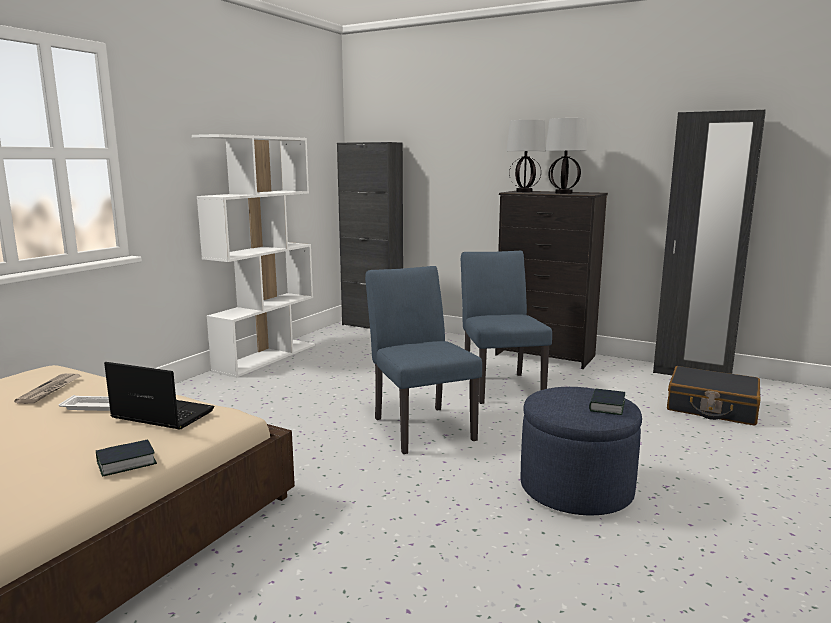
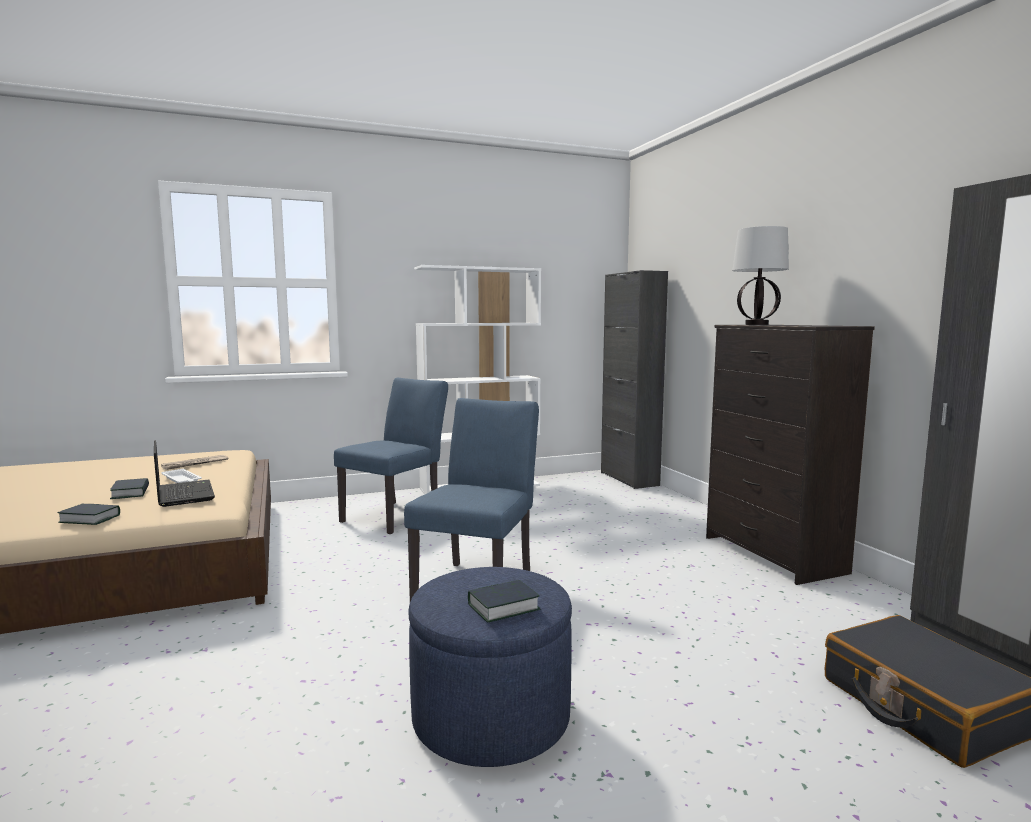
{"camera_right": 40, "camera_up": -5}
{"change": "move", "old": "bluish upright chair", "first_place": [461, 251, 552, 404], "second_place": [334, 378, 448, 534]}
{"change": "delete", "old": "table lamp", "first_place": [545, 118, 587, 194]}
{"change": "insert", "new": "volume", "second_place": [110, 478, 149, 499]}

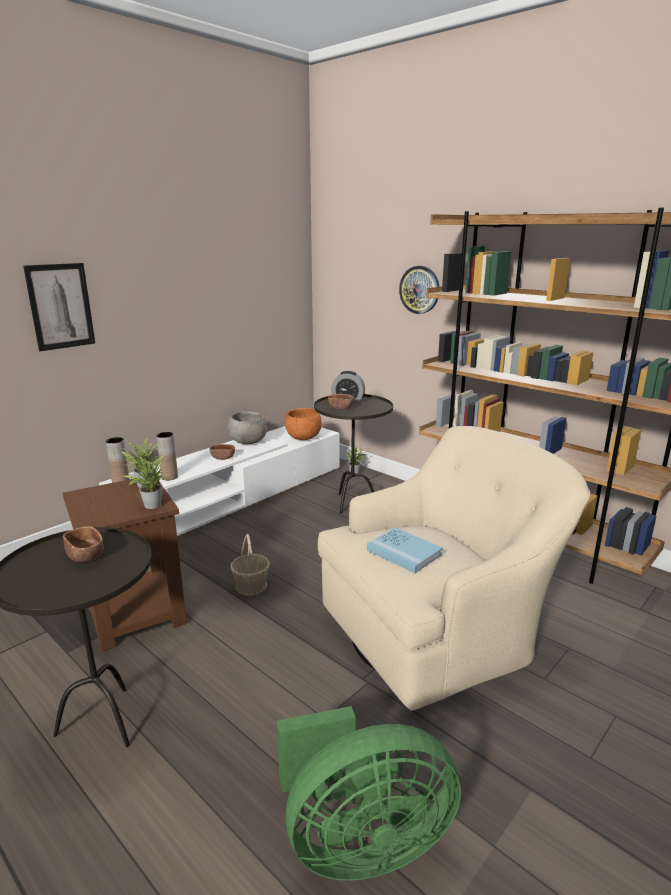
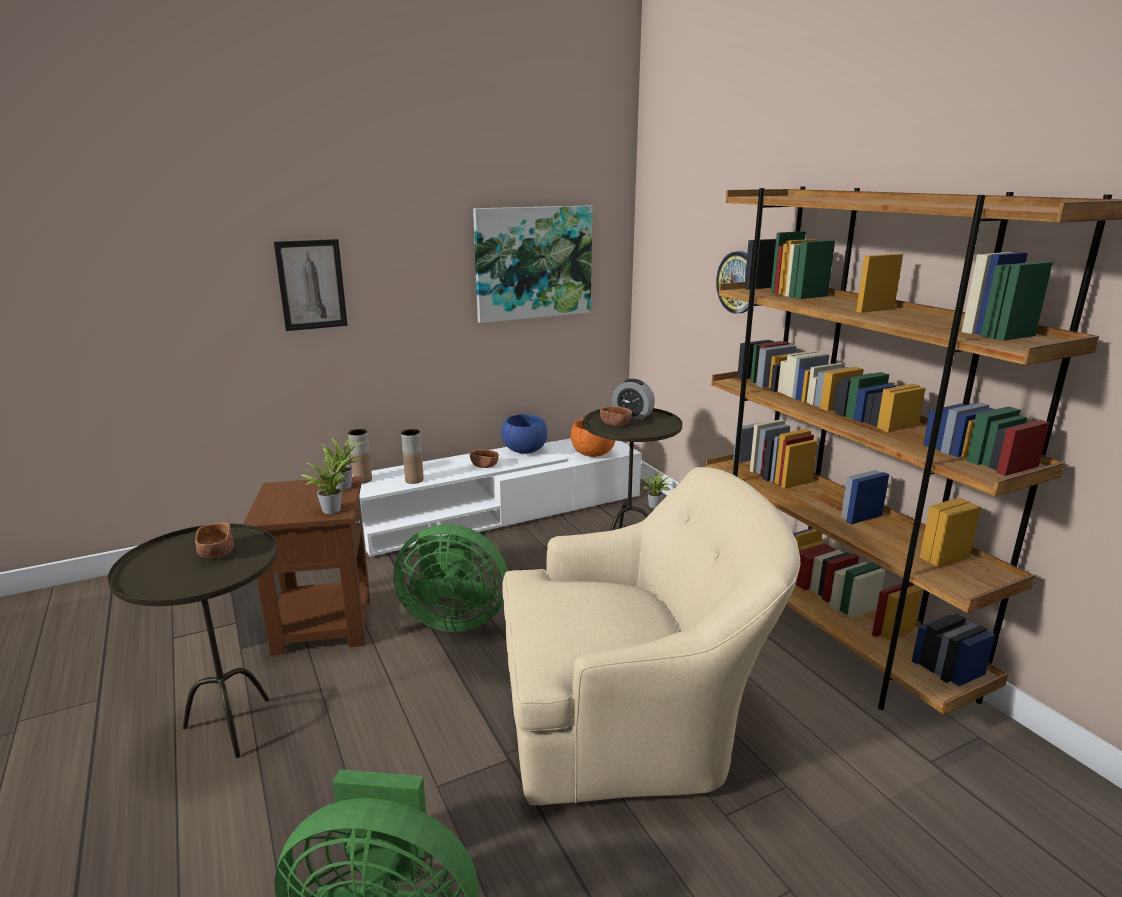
{"camera_right": 20, "camera_up": 0}
{"change": "recolor", "old": "grey deep dish", "new": "bluish deep dish", "first_place": [228, 412, 267, 444], "second_place": [501, 414, 547, 454]}
{"change": "replace", "old": "storage basket", "new": "green-coloured cooling fan", "first_place": [230, 534, 270, 596], "second_place": [394, 524, 508, 632]}
{"change": "delete", "old": "bluish volume", "first_place": [367, 527, 443, 573]}
{"change": "insert", "new": "wall picture", "second_place": [473, 206, 592, 323]}

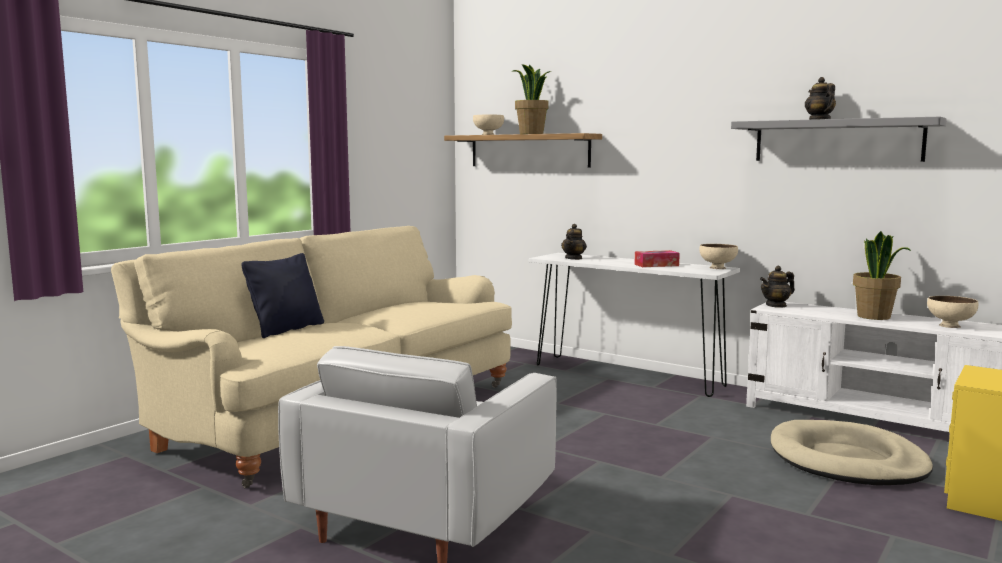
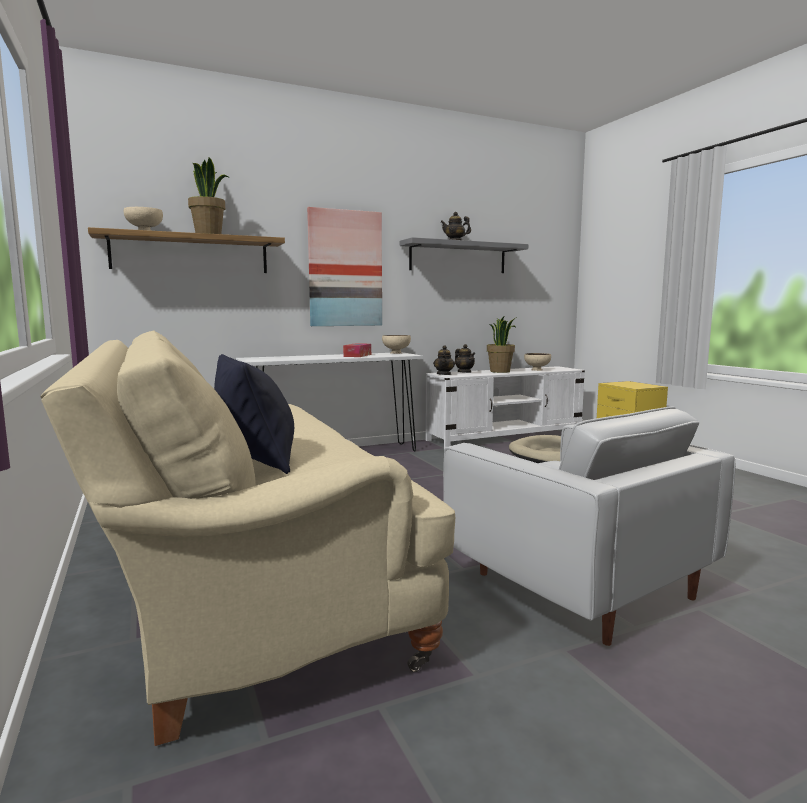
{"camera_right": -60, "camera_up": 0}
{"change": "move", "old": "pot for tea", "first_place": [561, 224, 587, 260], "second_place": [455, 344, 475, 373]}
{"change": "insert", "new": "wall picture", "second_place": [307, 207, 382, 326]}

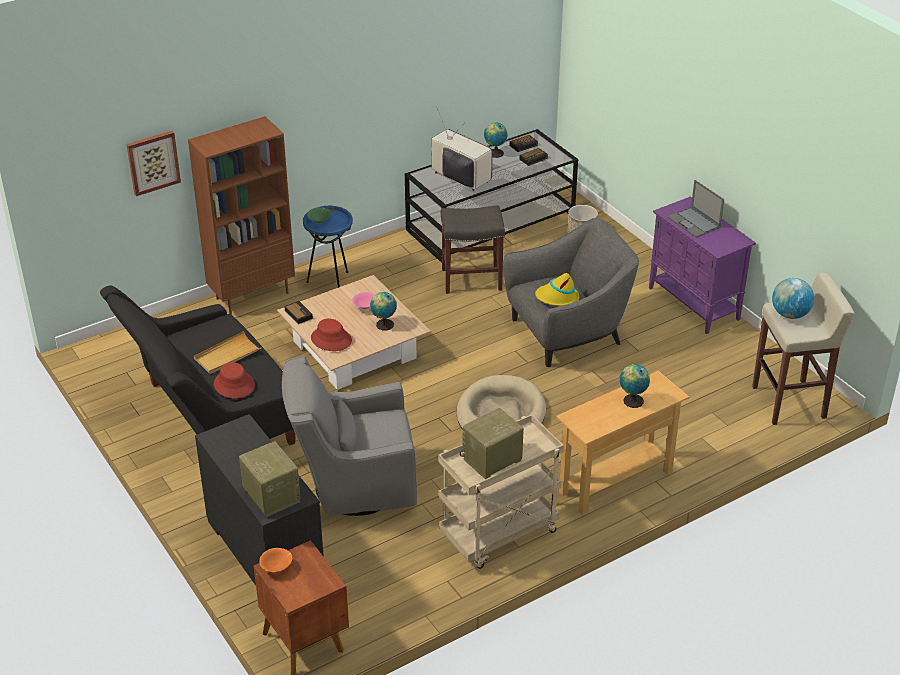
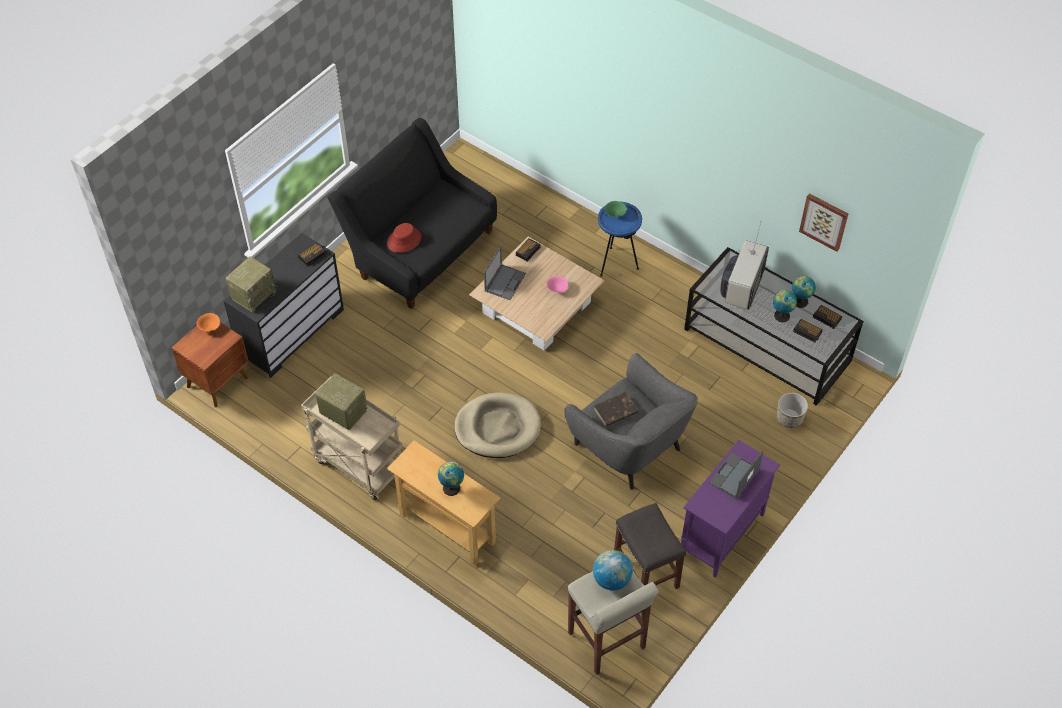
{"camera_right": 70, "camera_up": 15}
{"change": "move", "old": "wall picture", "first_place": [126, 131, 181, 196], "second_place": [799, 194, 848, 252]}
{"change": "delete", "old": "brownish bookshelf", "first_place": [188, 116, 295, 314]}
{"change": "delete", "old": "beige carrying tray", "first_place": [194, 331, 262, 374]}
{"change": "delete", "old": "grey easy chair", "first_place": [282, 356, 417, 516]}
{"change": "replace", "old": "reddish clothing hat", "new": "notebook computer", "first_place": [311, 318, 352, 351], "second_place": [484, 246, 526, 300]}
{"change": "move", "old": "desk globe", "first_place": [370, 292, 397, 331], "second_place": [773, 290, 797, 322]}
{"change": "move", "old": "grey sitting stool", "first_place": [441, 205, 505, 294], "second_place": [614, 503, 686, 589]}
{"change": "replace", "old": "yellow clothing hat", "new": "brownish volume", "first_place": [535, 273, 579, 306], "second_place": [594, 392, 638, 427]}
{"change": "insert", "new": "alarm clock", "second_place": [298, 243, 327, 266]}

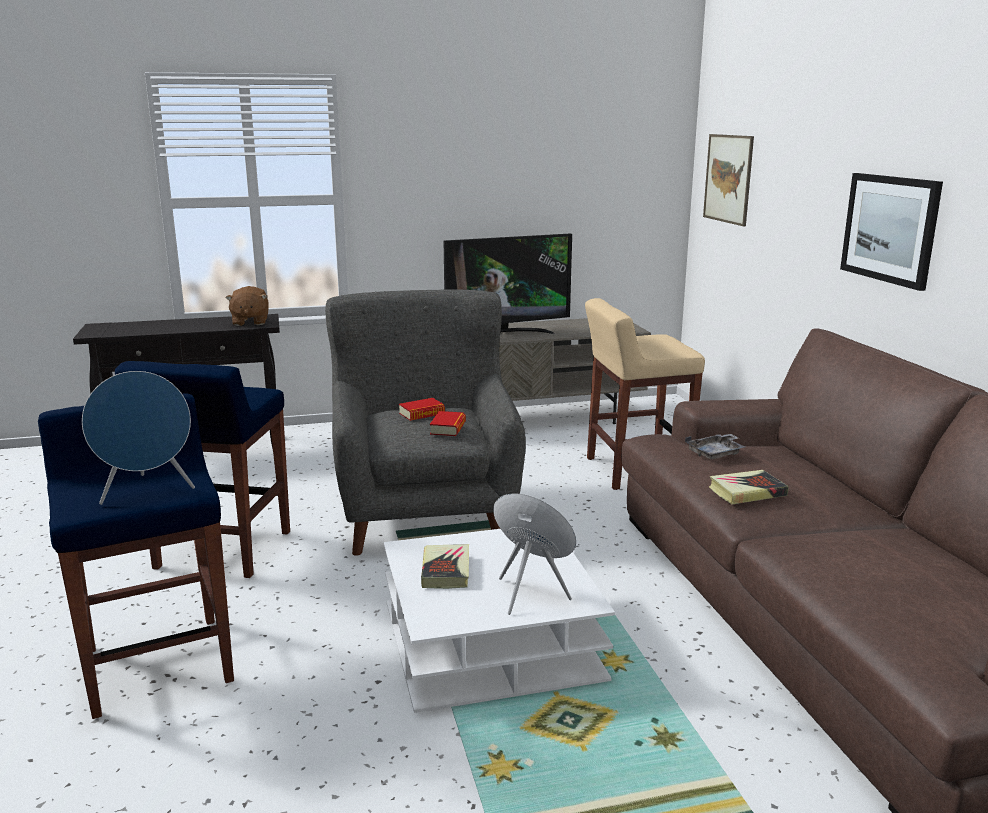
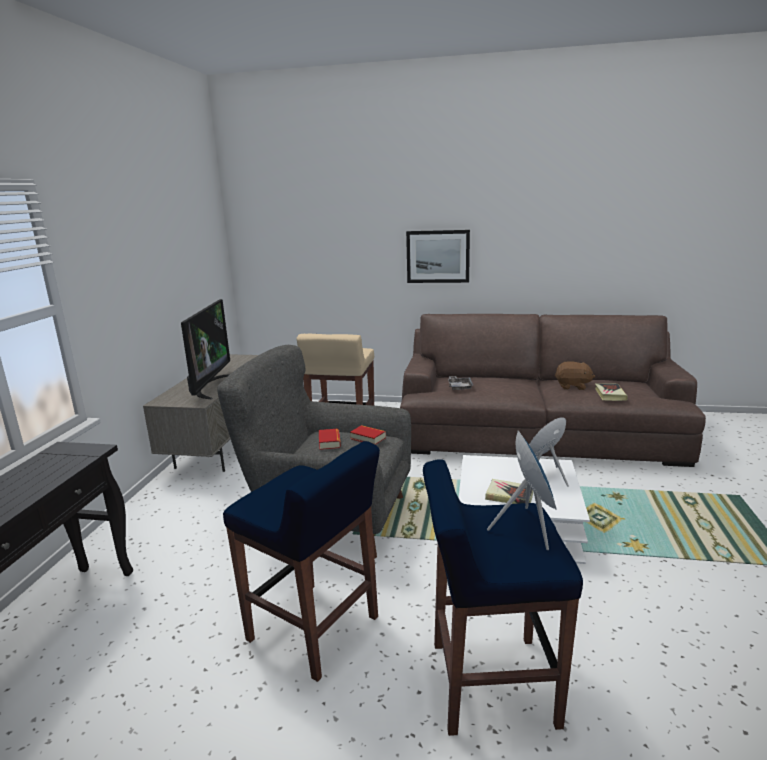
{"camera_right": -65, "camera_up": 0}
{"change": "move", "old": "brownish cuddly toy", "first_place": [226, 286, 269, 326], "second_place": [555, 361, 595, 390]}
{"change": "delete", "old": "wall picture", "first_place": [703, 134, 754, 226]}
{"change": "move", "old": "volume", "first_place": [709, 470, 789, 504], "second_place": [595, 384, 628, 401]}

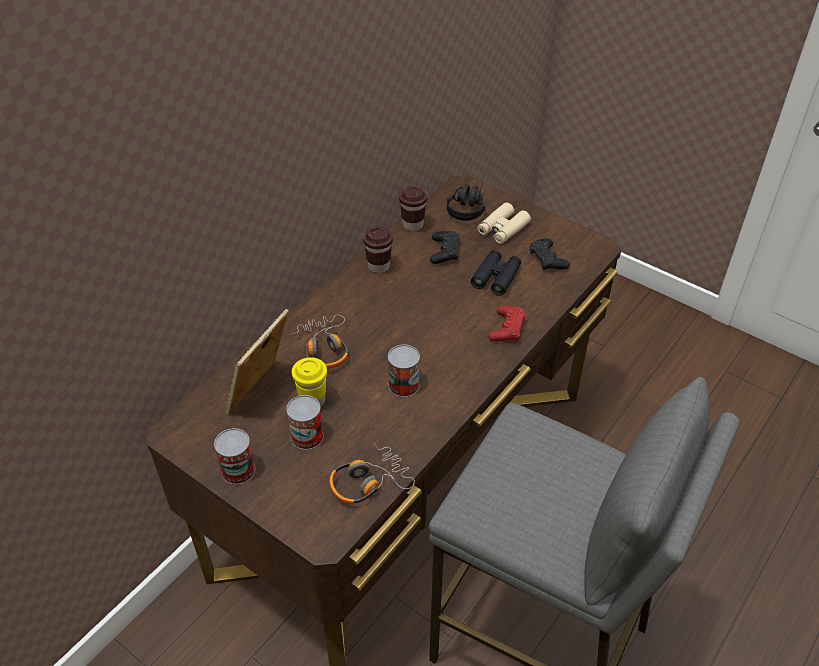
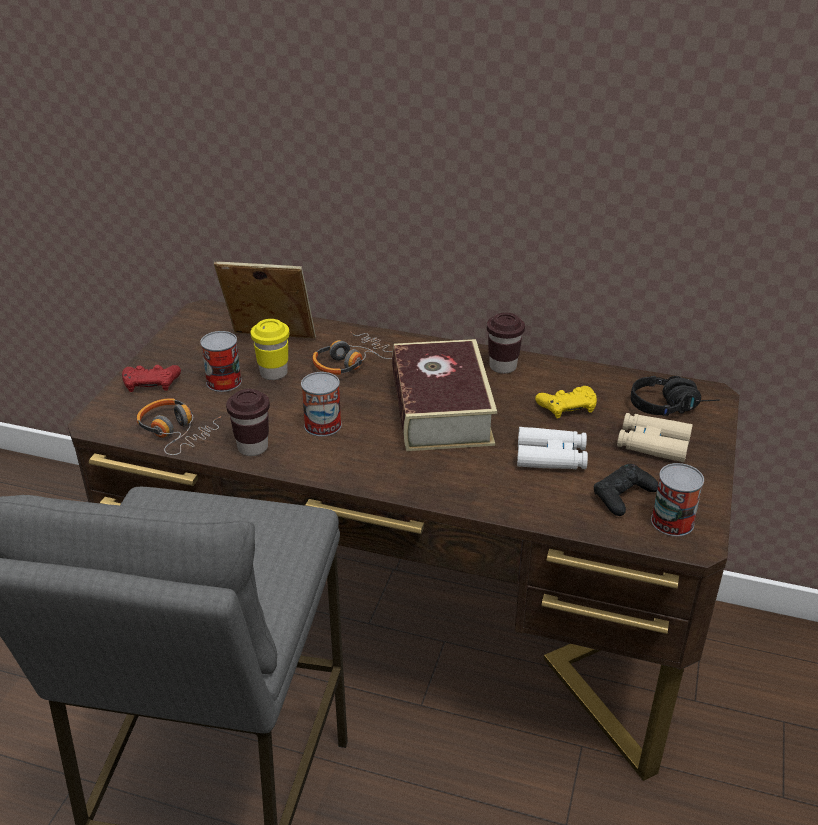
{"camera_right": 70, "camera_up": -10}
{"change": "move", "old": "can", "first_place": [214, 428, 255, 485], "second_place": [651, 463, 704, 536]}
{"change": "move", "old": "brownish small cup", "first_place": [399, 186, 428, 231], "second_place": [226, 389, 270, 456]}
{"change": "recolor", "old": "black-coloured gamepad", "new": "yellow gamepad", "first_place": [430, 231, 459, 264], "second_place": [535, 386, 597, 418]}
{"change": "recolor", "old": "black-coloured pair of binoculars", "new": "white-coloured pair of binoculars", "first_place": [471, 250, 521, 296], "second_place": [517, 427, 588, 469]}
{"change": "move", "old": "reddish gamepad", "first_place": [488, 305, 526, 342], "second_place": [122, 365, 181, 392]}
{"change": "insert", "new": "volume", "second_place": [392, 339, 497, 451]}

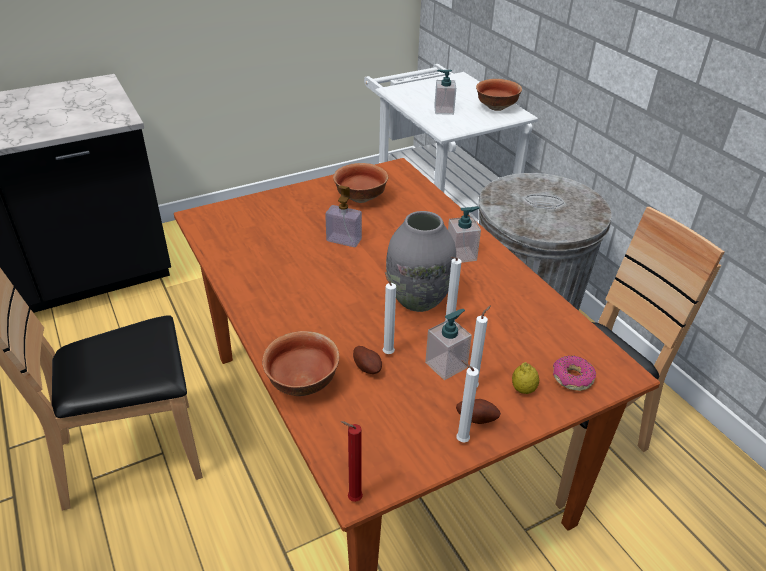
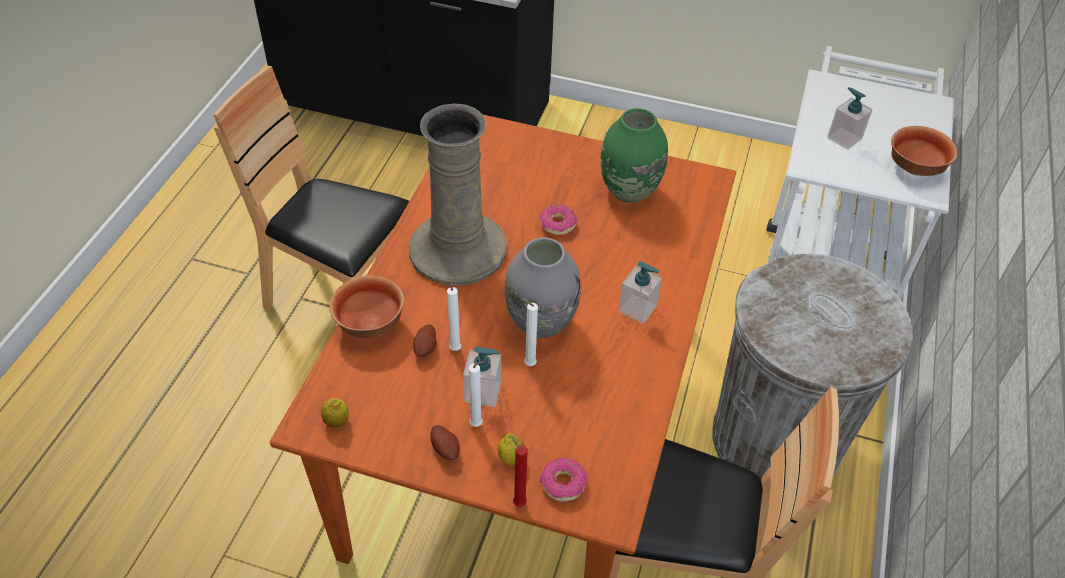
{"camera_right": 45, "camera_up": 10}
{"change": "replace", "old": "soap dispenser", "new": "donut", "first_place": [325, 186, 362, 247], "second_place": [540, 204, 577, 235]}
{"change": "replace", "old": "deep dish", "new": "green-coloured vase", "first_place": [333, 163, 388, 203], "second_place": [600, 108, 668, 203]}
{"change": "move", "old": "reddish candle", "first_place": [341, 421, 363, 502], "second_place": [511, 436, 527, 507]}
{"change": "delete", "old": "white-coloured candle", "first_place": [456, 360, 479, 442]}
{"change": "insert", "new": "citrus fruit", "second_place": [321, 398, 349, 428]}
{"change": "insert", "new": "beige vase", "second_place": [409, 104, 507, 286]}

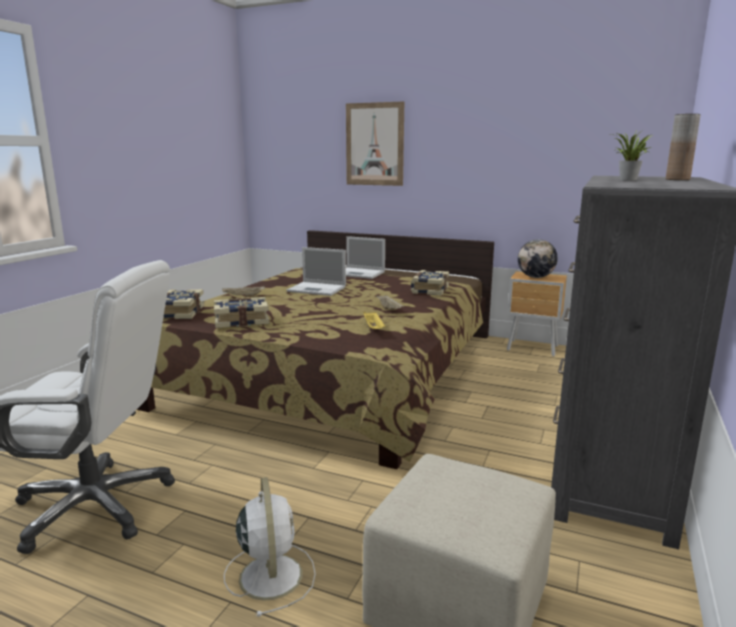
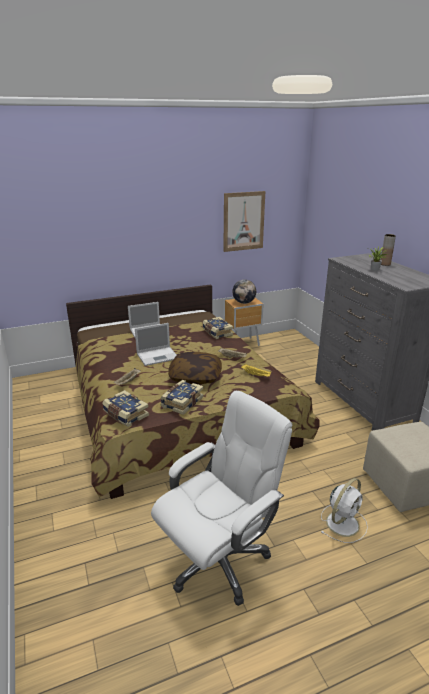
{"camera_right": -45, "camera_up": 10}
{"change": "rotate", "old": "white-coloured cooling fan", "first_place": [224, 477, 316, 617], "second_place": [321, 478, 368, 543], "degrees": 105}
{"change": "move", "old": "wall picture", "first_place": [346, 101, 404, 186], "second_place": [223, 191, 265, 252]}
{"change": "insert", "new": "throw pillow", "second_place": [168, 352, 222, 384]}

